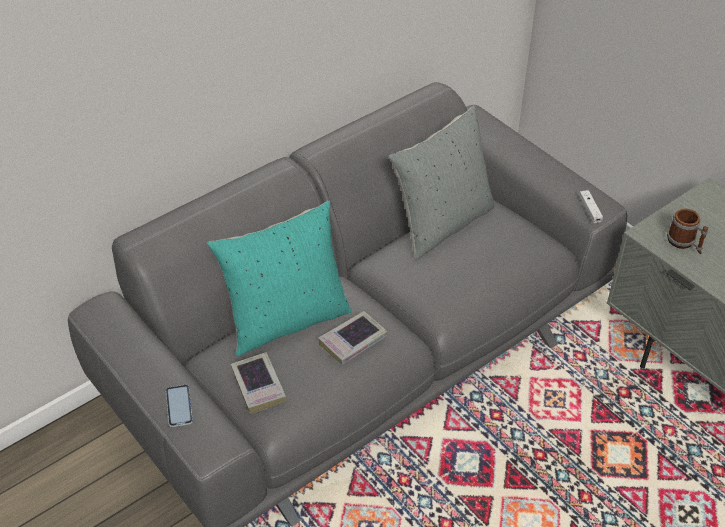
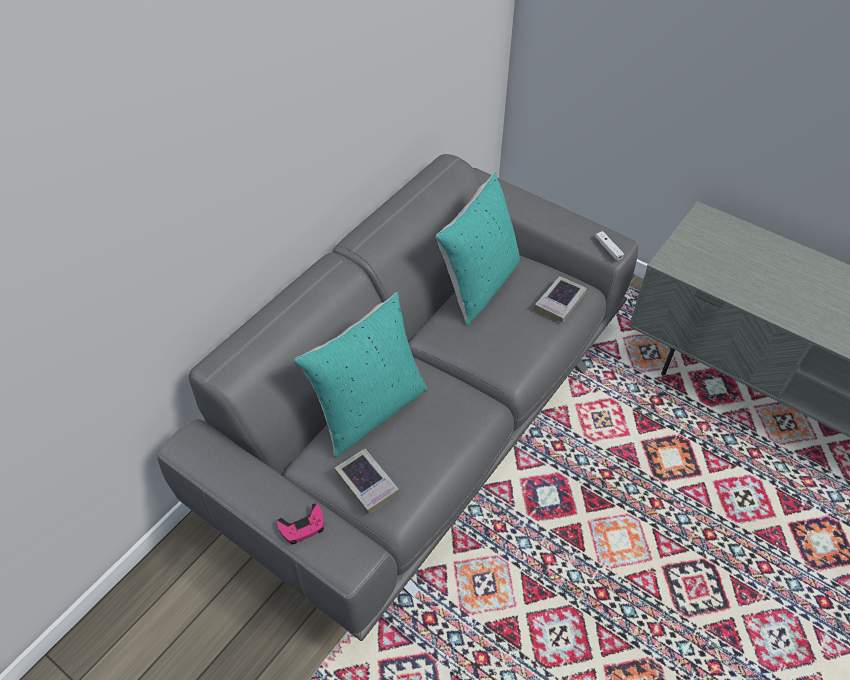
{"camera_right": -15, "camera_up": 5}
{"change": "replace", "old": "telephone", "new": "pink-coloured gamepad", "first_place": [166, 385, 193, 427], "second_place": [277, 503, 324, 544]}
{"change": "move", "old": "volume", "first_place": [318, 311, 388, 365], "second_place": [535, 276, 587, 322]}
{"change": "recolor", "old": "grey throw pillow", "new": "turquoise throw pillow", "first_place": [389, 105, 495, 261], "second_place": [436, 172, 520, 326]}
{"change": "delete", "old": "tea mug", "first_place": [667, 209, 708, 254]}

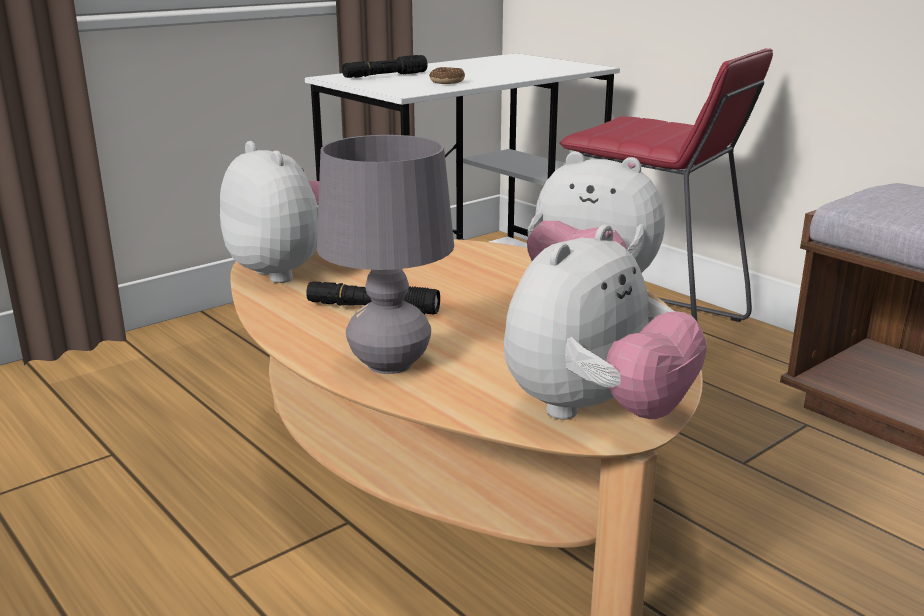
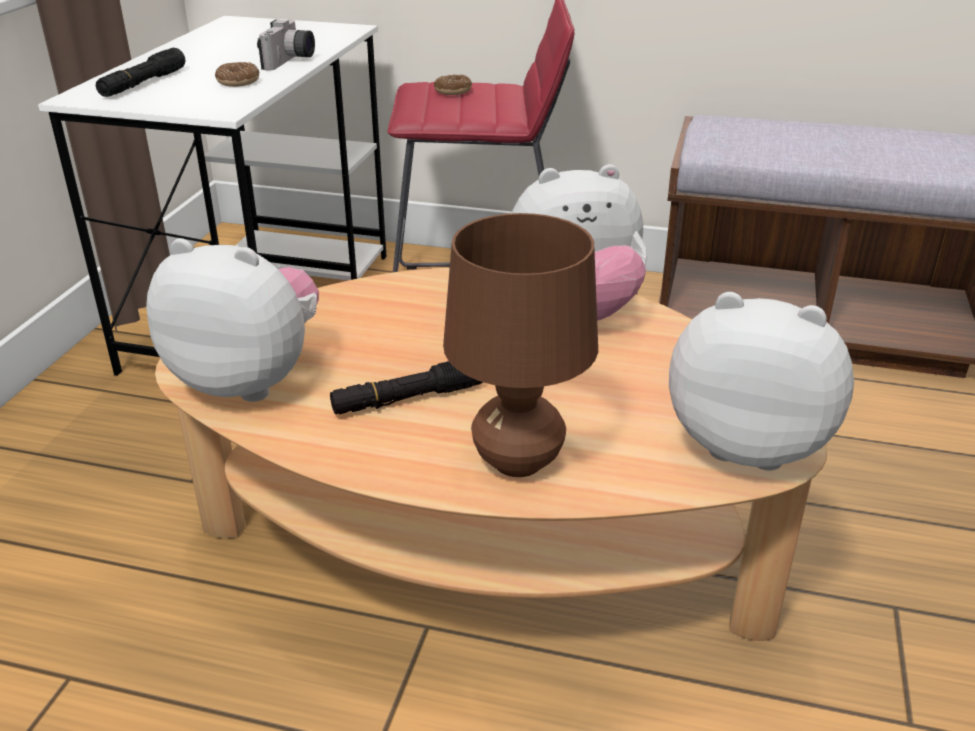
{"camera_right": -35, "camera_up": 10}
{"change": "recolor", "old": "grey table lamp", "new": "brownish table lamp", "first_place": [317, 135, 454, 374], "second_place": [443, 213, 598, 477]}
{"change": "rotate", "old": "cuddly toy", "first_place": [504, 224, 707, 420], "second_place": [669, 292, 854, 471], "degrees": -75}
{"change": "insert", "new": "still camera", "second_place": [257, 20, 315, 70]}
{"change": "insert", "new": "donut", "second_place": [434, 74, 472, 95]}

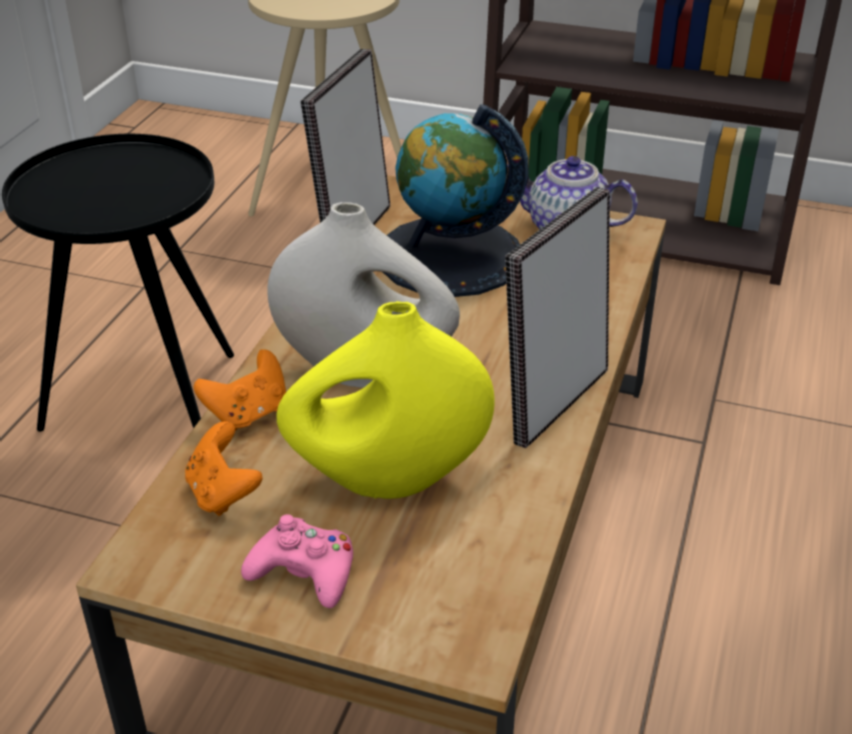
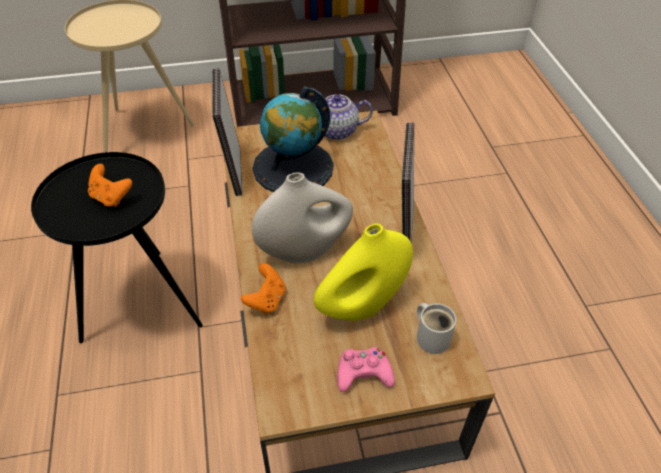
{"camera_right": -30, "camera_up": 10}
{"change": "move", "old": "orange gamepad", "first_place": [185, 421, 263, 516], "second_place": [88, 164, 132, 207]}
{"change": "insert", "new": "white-coloured tea mug", "second_place": [417, 303, 456, 354]}

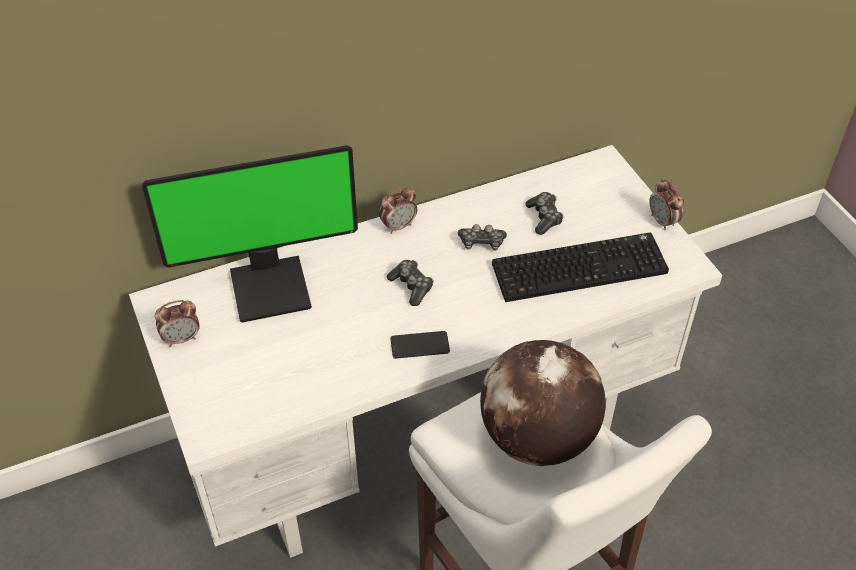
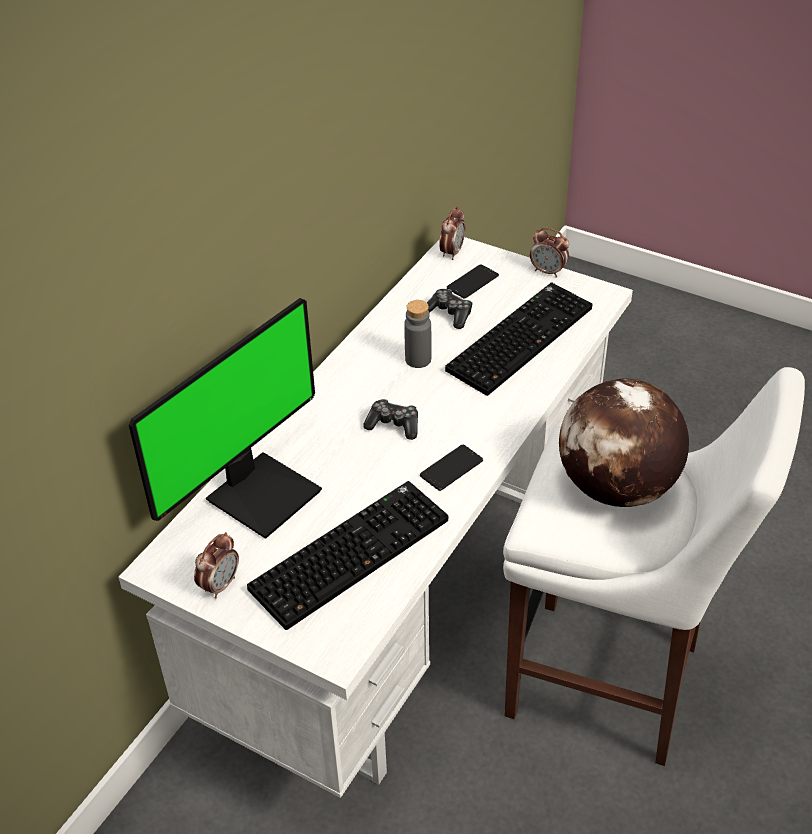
{"camera_right": -35, "camera_up": -5}
{"change": "move", "old": "alarm clock", "first_place": [379, 187, 417, 234], "second_place": [439, 206, 465, 260]}
{"change": "replace", "old": "gamepad", "new": "grey drink bottle", "first_place": [458, 224, 507, 251], "second_place": [404, 300, 431, 368]}
{"change": "insert", "new": "PC keyboard", "second_place": [247, 481, 449, 630]}
{"change": "insert", "new": "telephone", "second_place": [447, 264, 499, 299]}

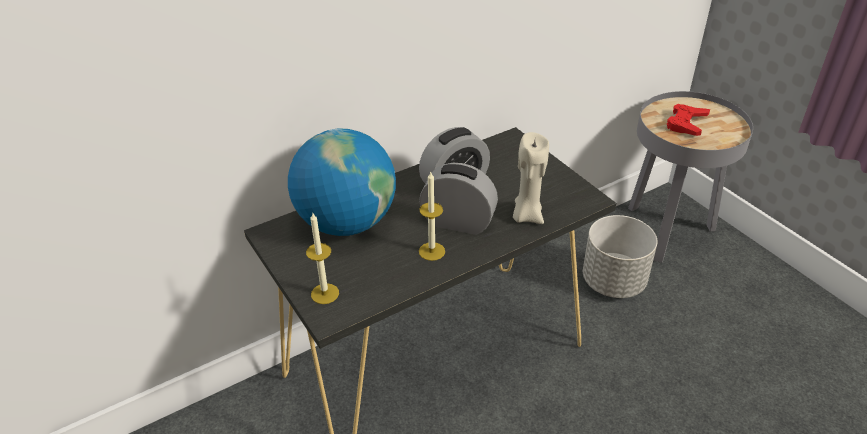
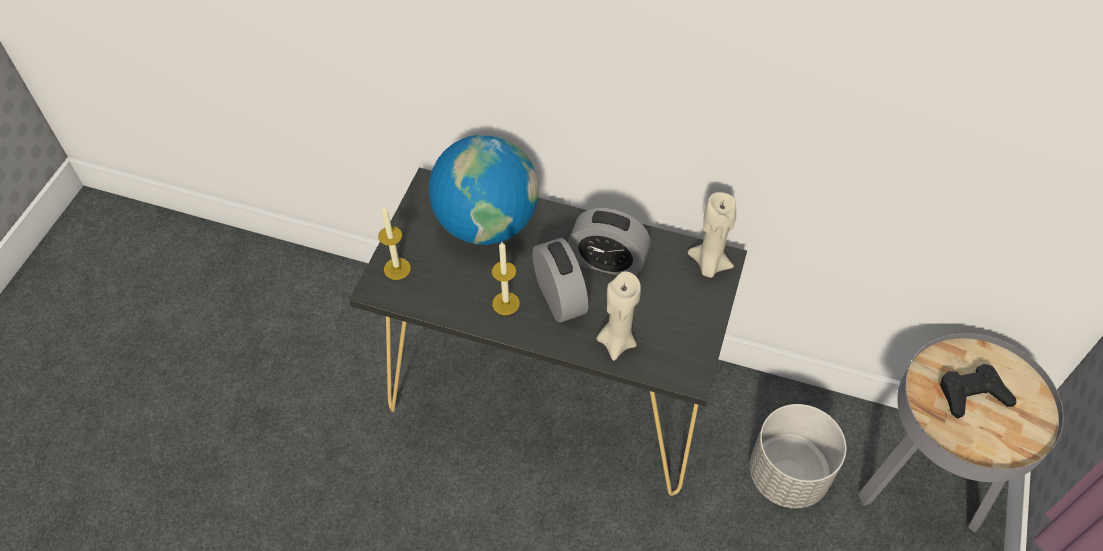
{"camera_right": 50, "camera_up": 15}
{"change": "recolor", "old": "reddish gamepad", "new": "black-coloured gamepad", "first_place": [667, 104, 710, 136], "second_place": [940, 364, 1016, 419]}
{"change": "insert", "new": "beige candle", "second_place": [688, 192, 736, 278]}

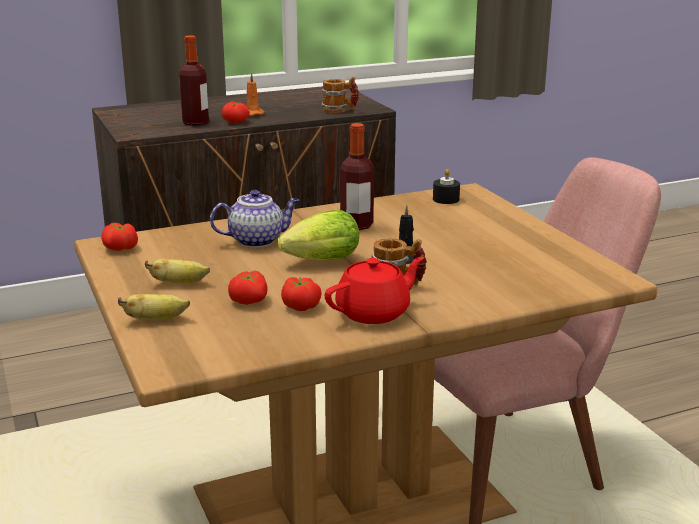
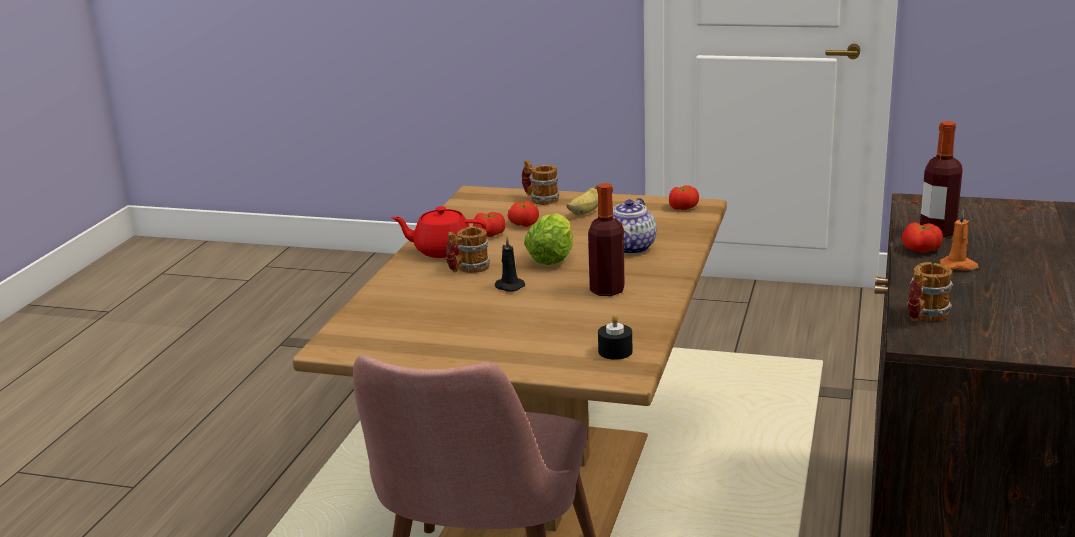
{"camera_right": 130, "camera_up": 0}
{"change": "replace", "old": "banana fruit", "new": "tea mug", "first_place": [118, 294, 190, 319], "second_place": [521, 159, 559, 205]}
{"change": "rotate", "old": "reddish pot for tea", "first_place": [324, 257, 424, 324], "second_place": [391, 206, 486, 258], "degrees": 90}

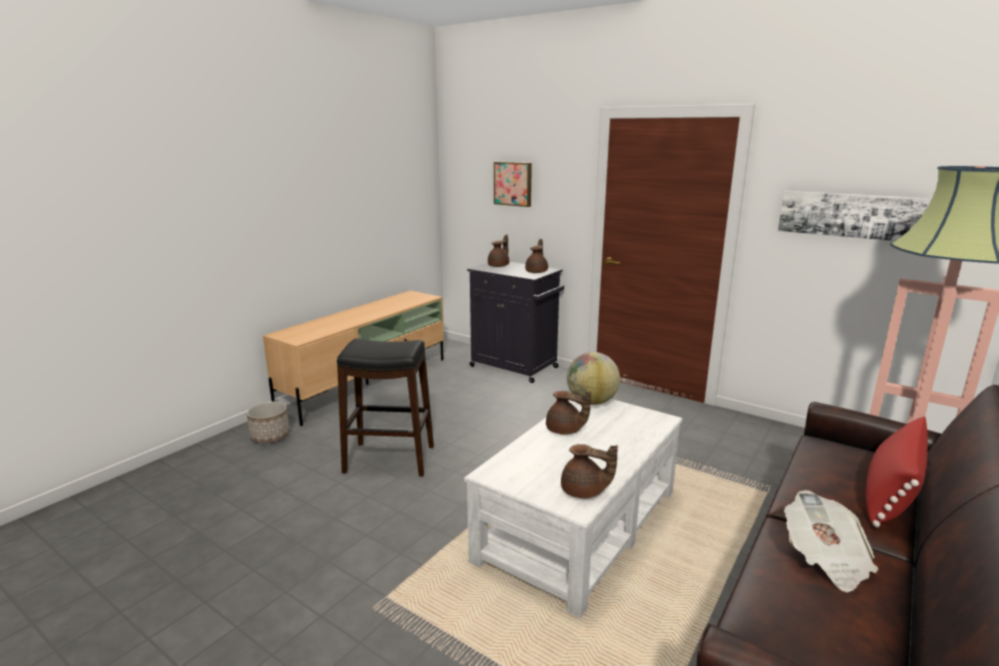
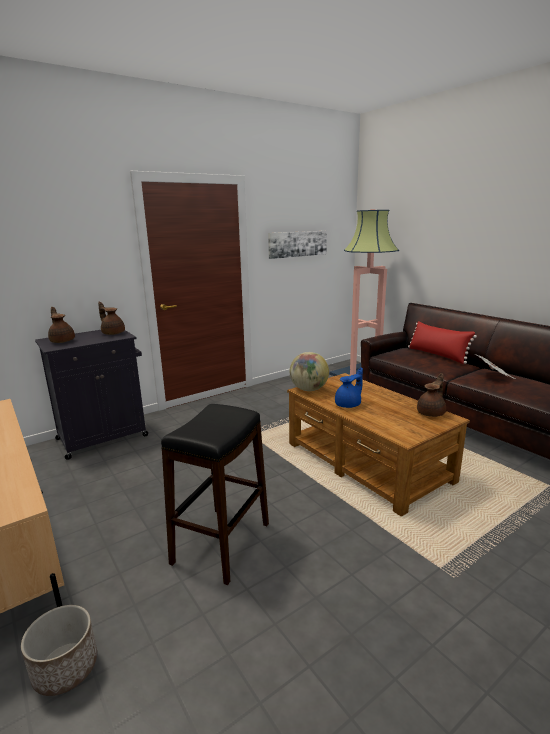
{"camera_right": -70, "camera_up": 0}
{"change": "recolor", "old": "white-coloured low table", "new": "brownish low table", "first_place": [464, 399, 683, 618], "second_place": [287, 373, 470, 517]}
{"change": "delete", "old": "wall picture", "first_place": [494, 162, 532, 207]}
{"change": "recolor", "old": "brownish pot for tea", "new": "bluish pot for tea", "first_place": [546, 391, 591, 435], "second_place": [335, 367, 363, 408]}

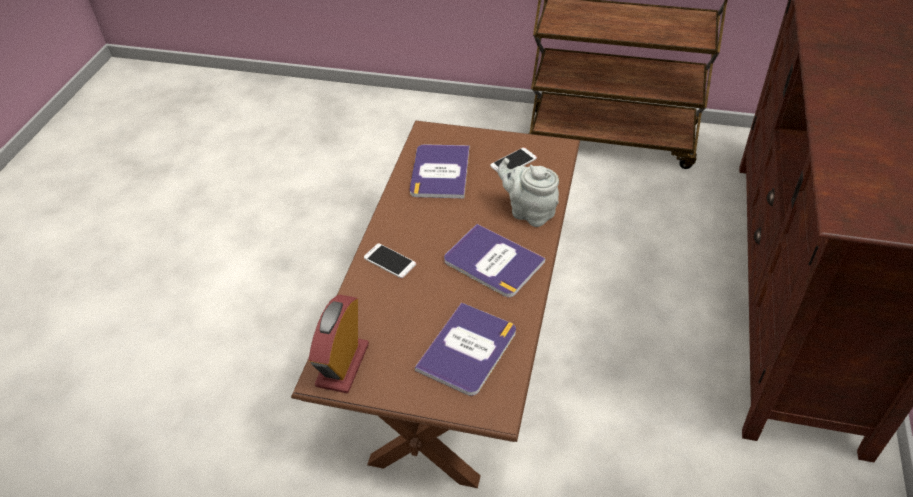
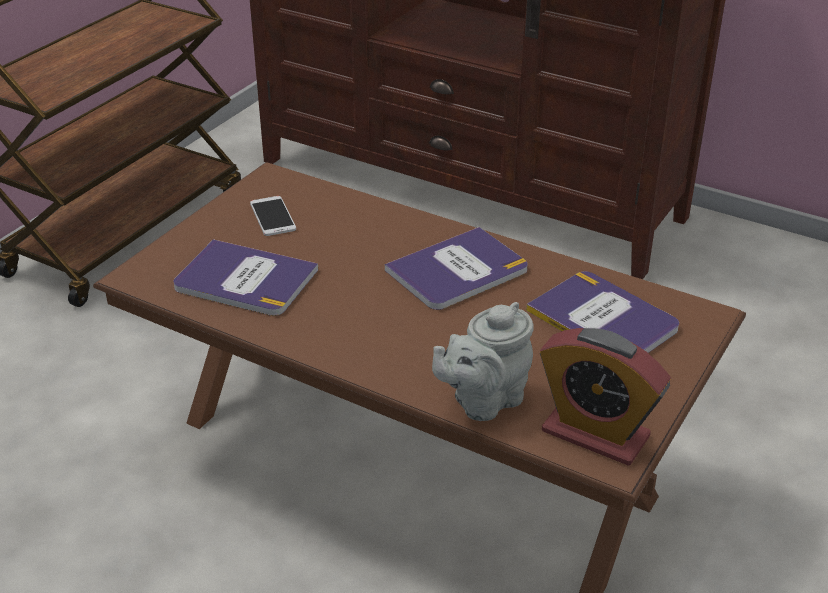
{"camera_right": -75, "camera_up": -10}
{"change": "delete", "old": "telephone", "first_place": [364, 243, 416, 278]}
{"change": "move", "old": "grey pot for tea", "first_place": [498, 158, 559, 227], "second_place": [432, 302, 534, 421]}

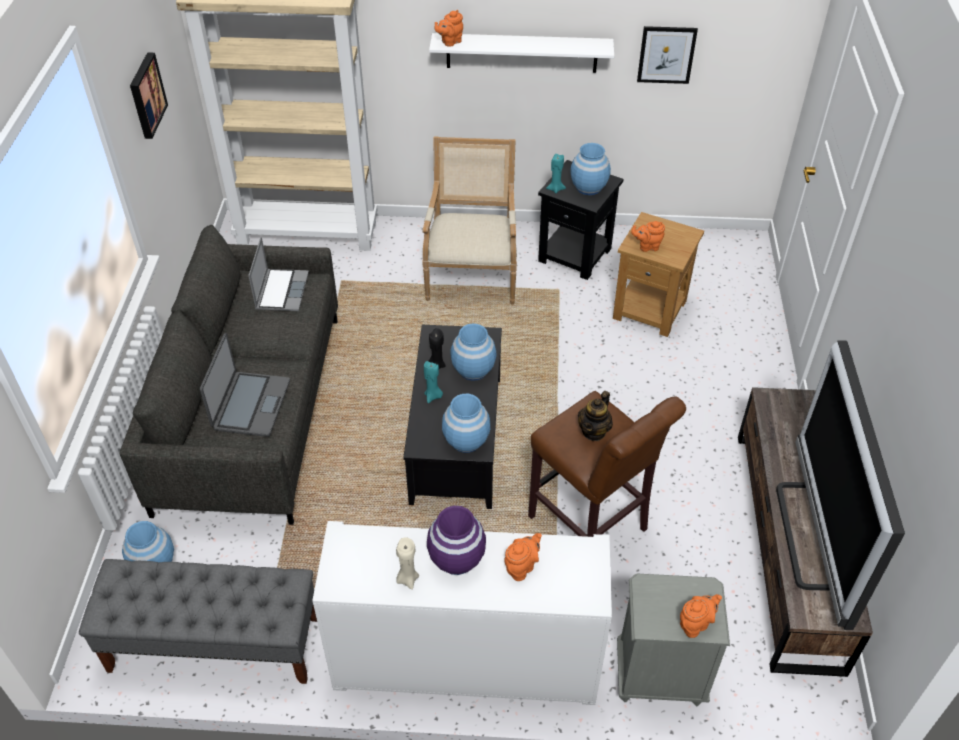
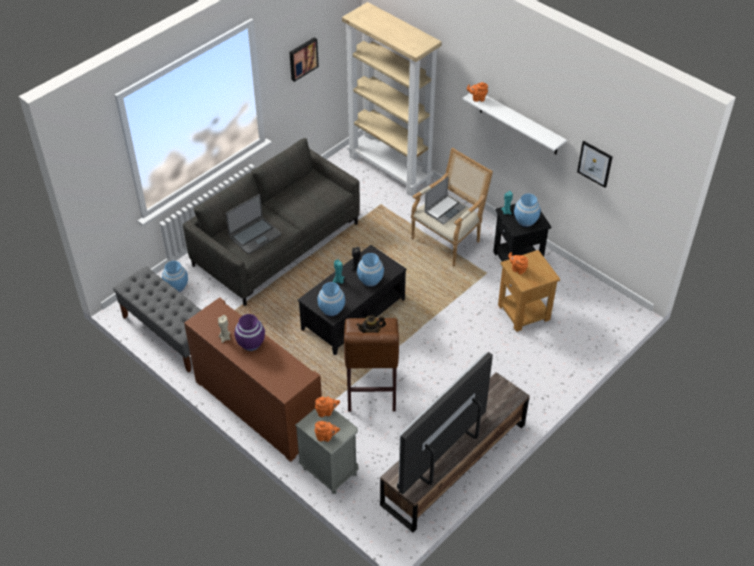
{"camera_right": 40, "camera_up": 0}
{"change": "move", "old": "notebook computer", "first_place": [248, 237, 309, 311], "second_place": [425, 176, 466, 224]}
{"change": "recolor", "old": "white-coloured cupboard", "new": "brownish cupboard", "first_place": [312, 521, 612, 705], "second_place": [184, 297, 322, 462]}
{"change": "move", "old": "orange pot for tea", "first_place": [504, 533, 542, 581], "second_place": [315, 397, 340, 417]}

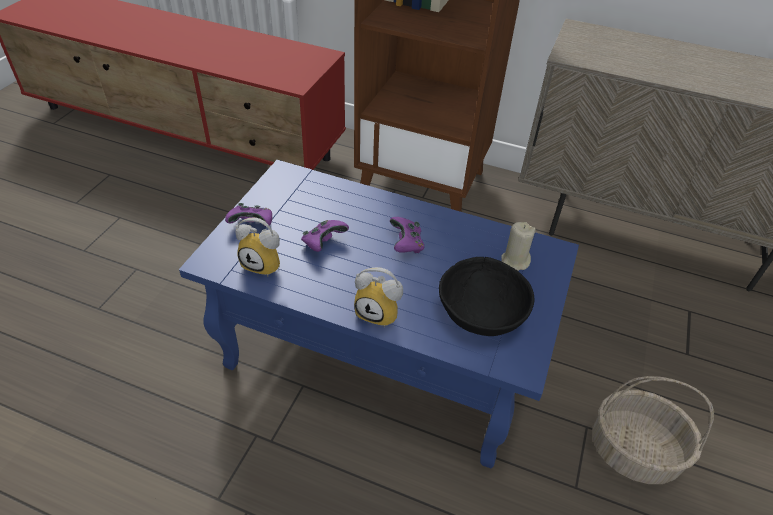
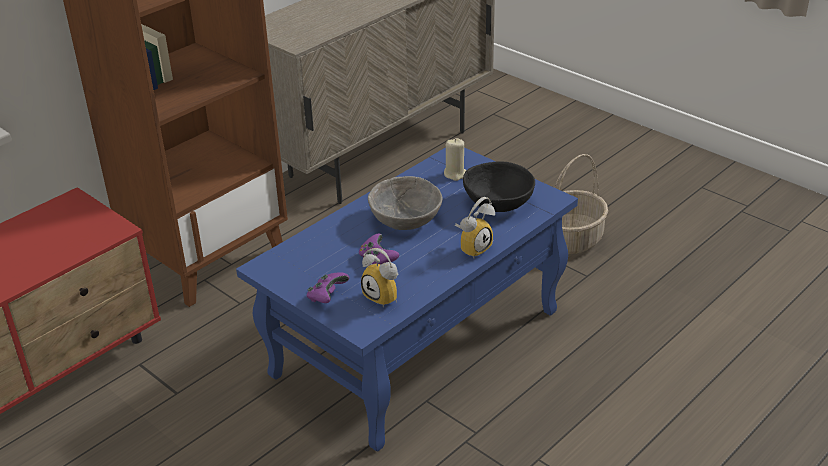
{"camera_right": -65, "camera_up": -10}
{"change": "rotate", "old": "alarm clock", "first_place": [236, 217, 280, 277], "second_place": [361, 248, 398, 308], "degrees": 90}
{"change": "replace", "old": "purple gamepad", "new": "grey deep dish", "first_place": [390, 217, 424, 253], "second_place": [368, 176, 443, 230]}

